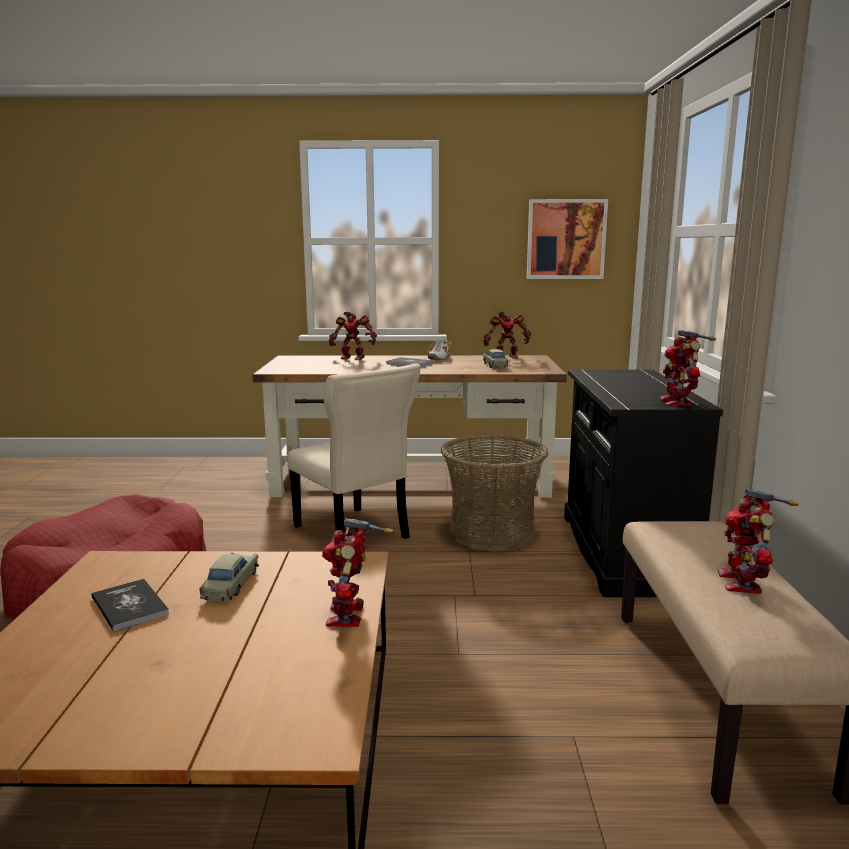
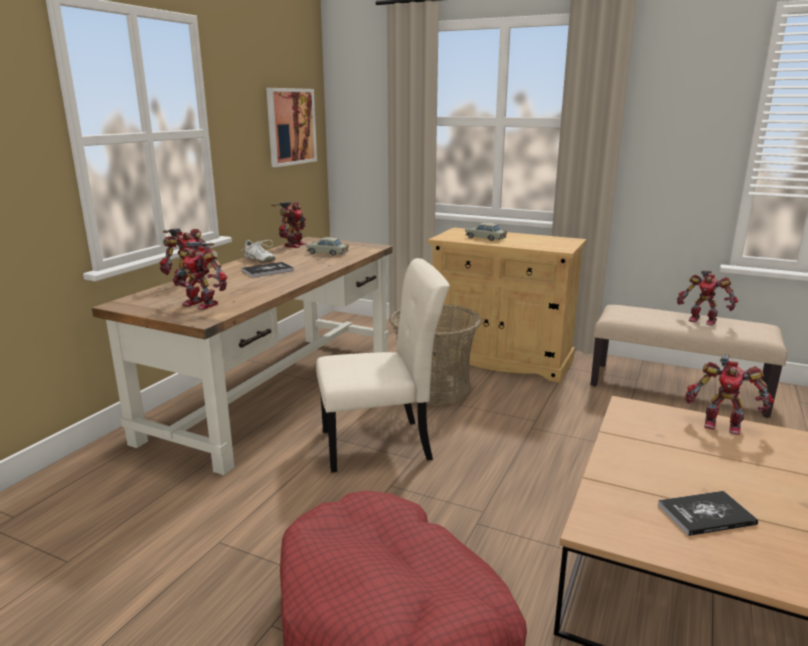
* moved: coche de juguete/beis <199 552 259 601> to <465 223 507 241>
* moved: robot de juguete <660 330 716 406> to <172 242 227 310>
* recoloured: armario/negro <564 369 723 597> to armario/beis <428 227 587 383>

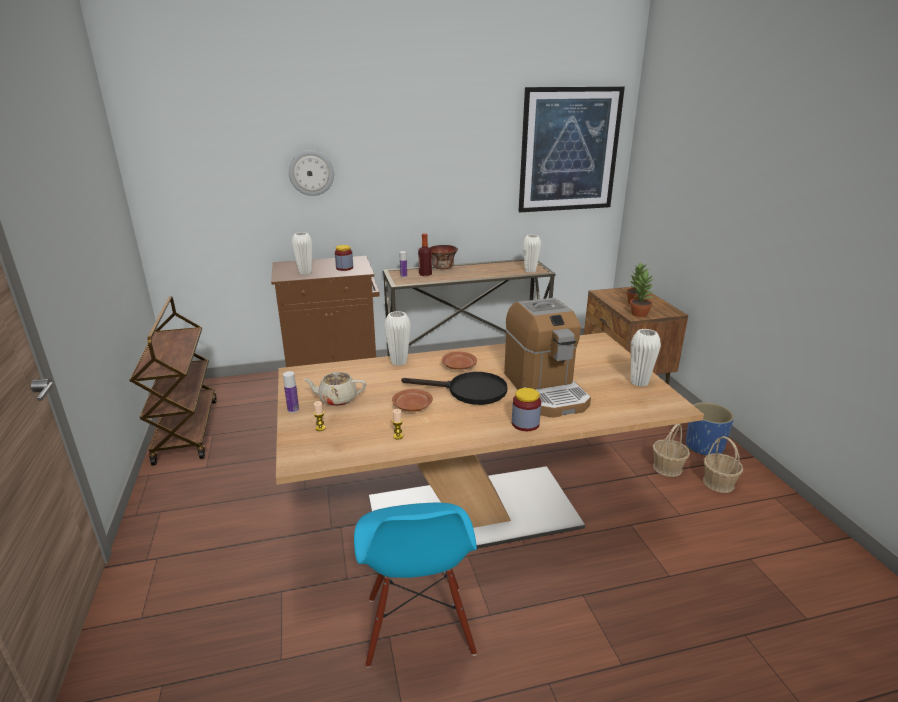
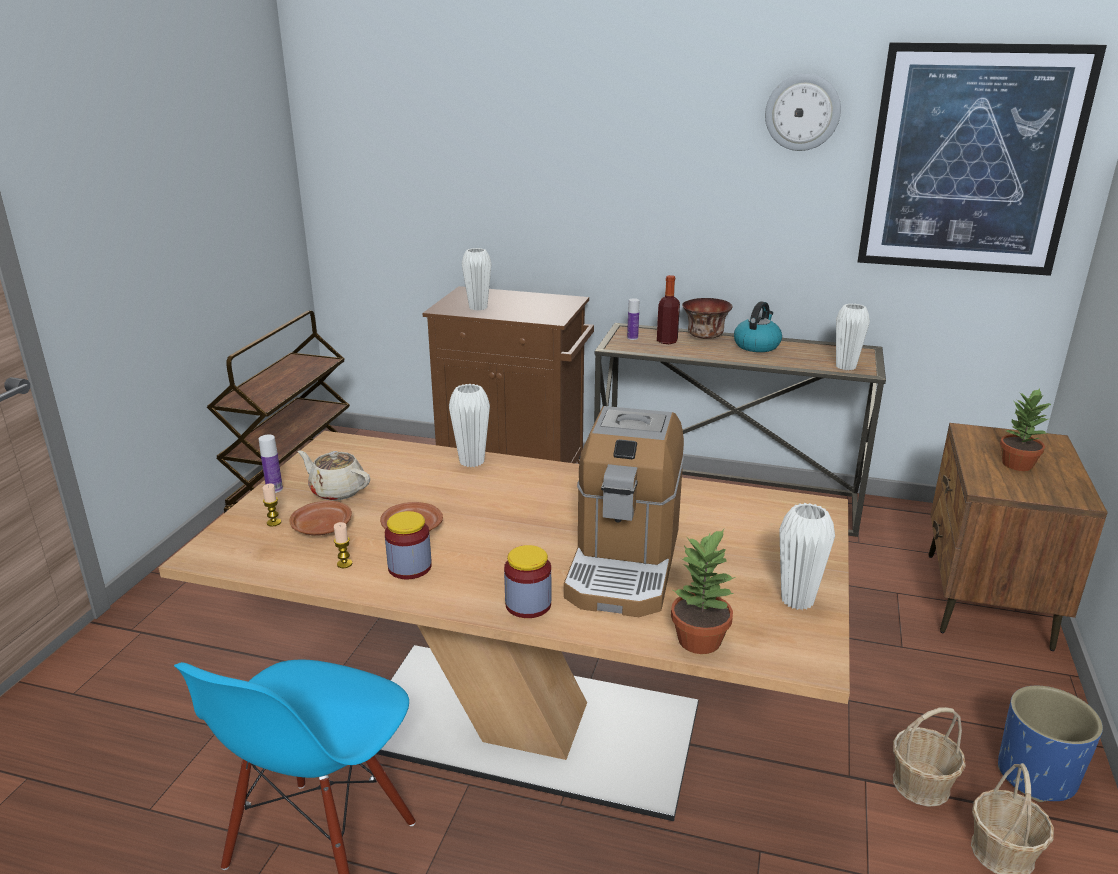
* removed: sartén/negro <402 372 507 405>
* added: hervidor <734 301 782 352>
* moved: reloj de pared <289 150 334 196> to <765 74 841 151>
* moved: tarro <335 245 353 271> to <385 511 432 579>
* moved: plato/marrón <442 352 477 370> to <289 501 352 535>
* moved: planta en maceta <630 271 655 317> to <671 529 736 654>

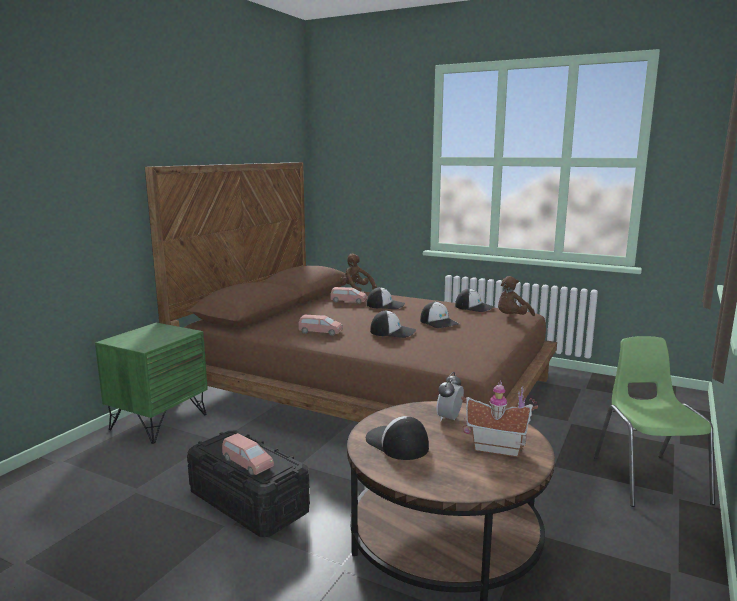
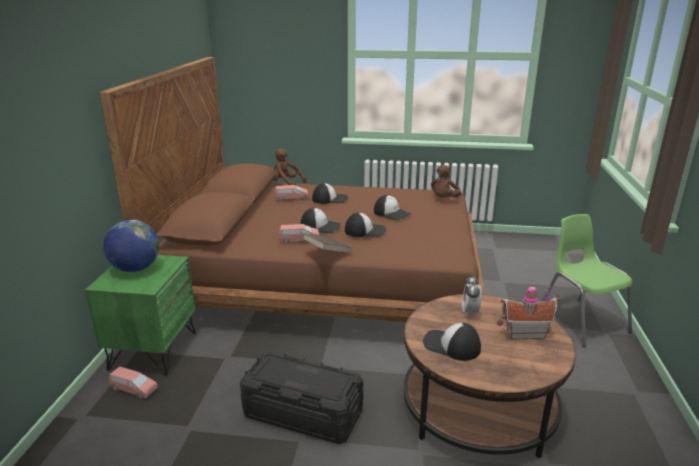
* added: globo terráqueo <103 220 159 272>
* added: libro/marrón <303 233 353 253>
* moved: coche de juguete/rosa <222 433 274 475> to <109 367 158 399>
* moved: gorra <455 289 494 312> to <301 208 341 233>

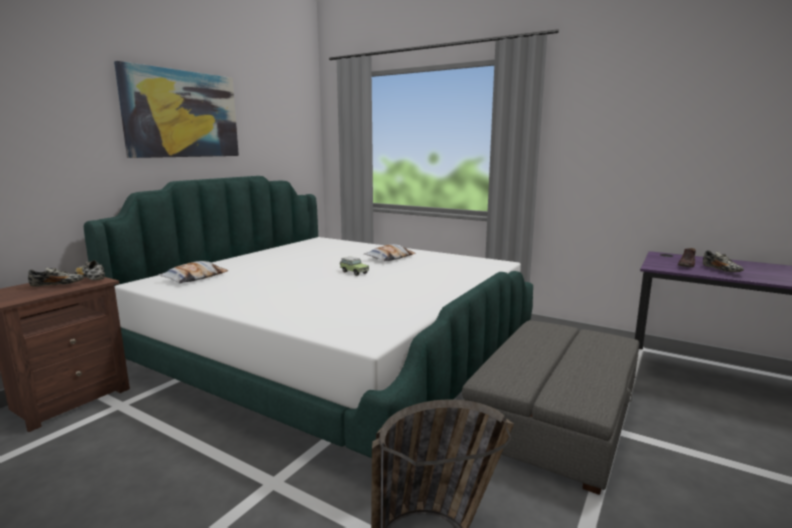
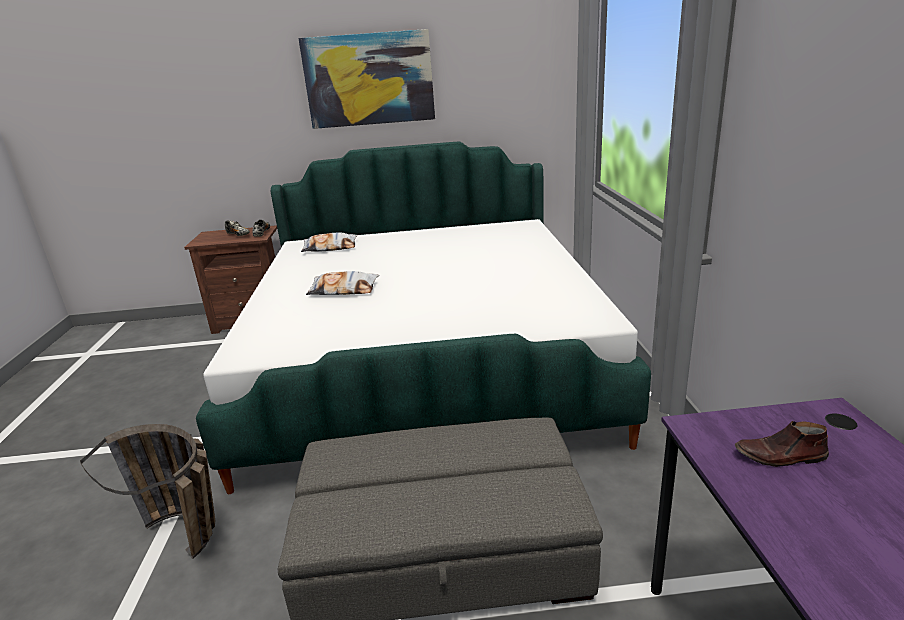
* removed: coche de juguete <340 256 369 276>
* removed: zapato <703 251 744 272>
* moved: cojín <364 244 415 261> to <306 271 379 295>

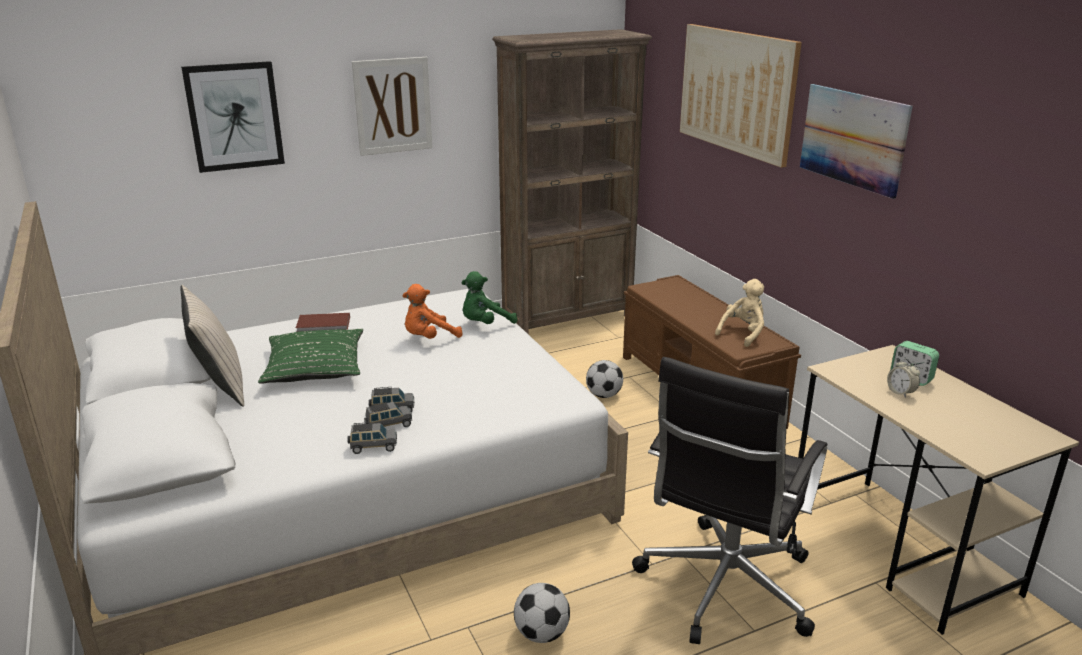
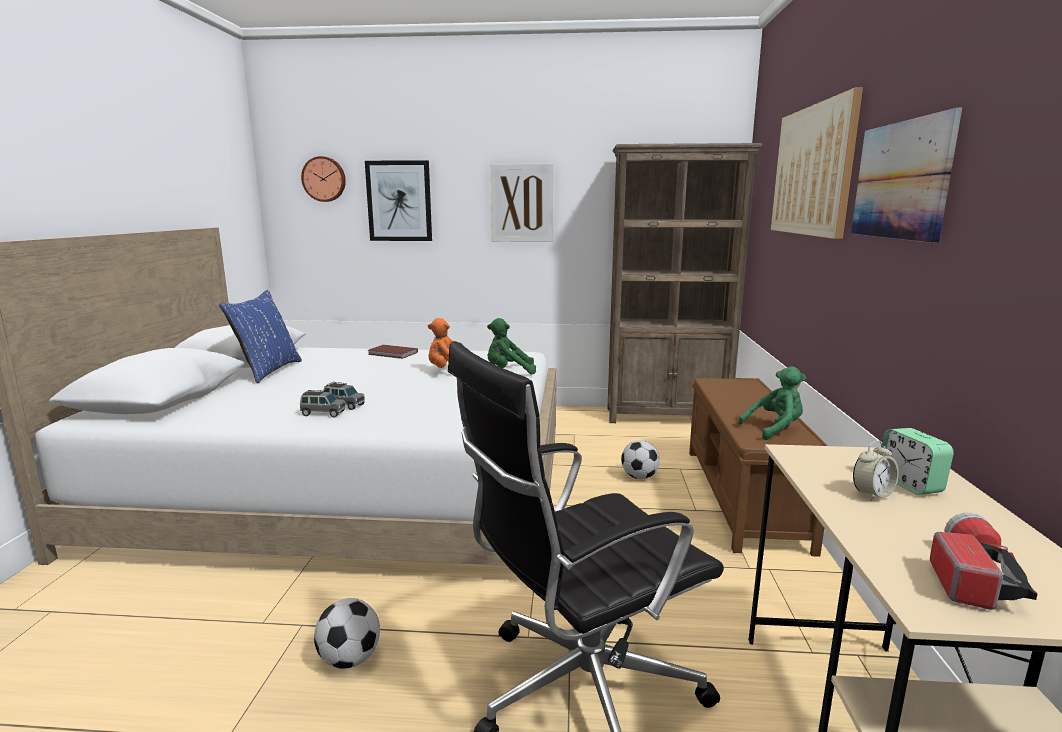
* removed: cojín/verde <258 329 363 384>
* removed: coche de juguete/gris <347 422 397 454>
* added: reloj de pared <301 156 346 202>
* added: linterna <930 512 1038 610>
* recoloured: cojín/beis <180 285 244 407> to cojín/azul <219 290 302 383>
* recoloured: peluche/beis <715 279 764 347> to peluche/verde <738 366 806 440>
* turned: despertador <887 358 920 398> = <853 441 899 501> 120 degrees counterclockwise

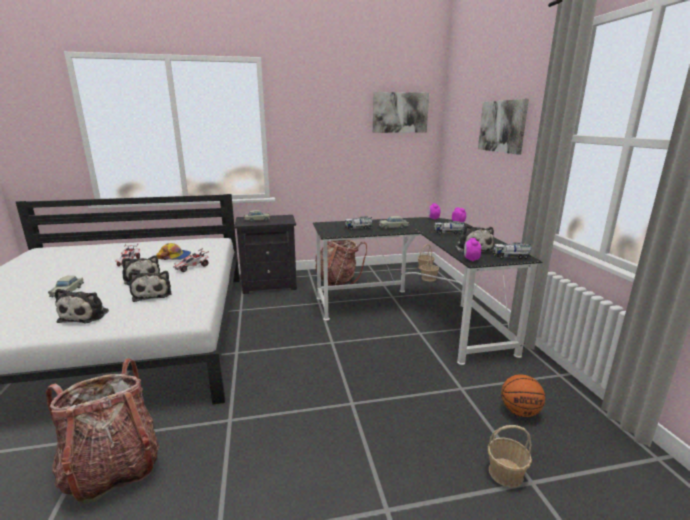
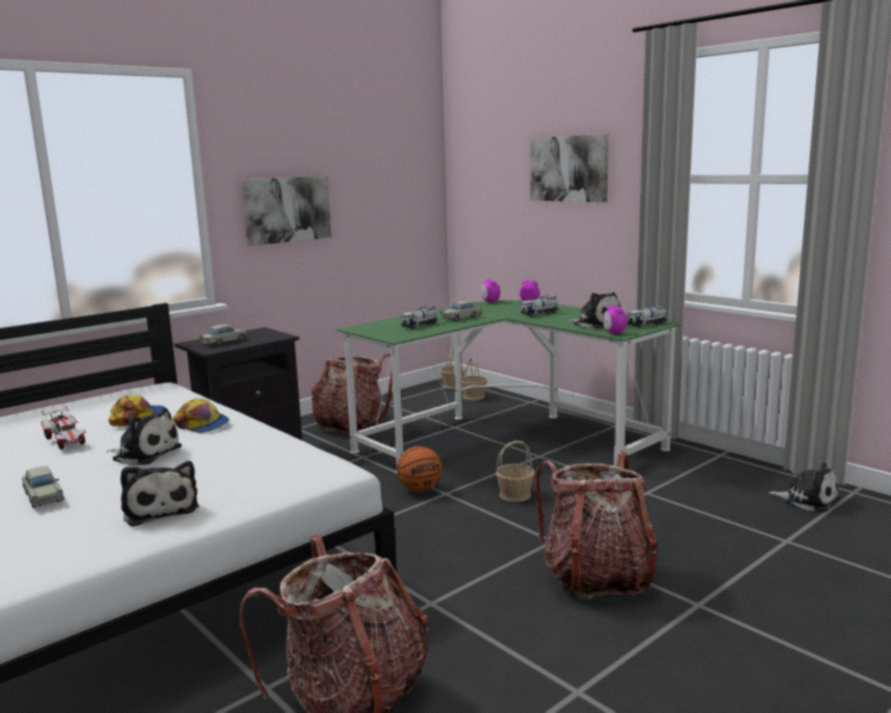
* added: mochila <535 451 659 600>
* moved: peluche <128 271 172 302> to <768 463 838 512>
* moved: cuadro <373 92 429 133> to <242 176 332 246>
* moved: cesta <488 425 532 488> to <495 441 535 502>
* moved: balón de baloncesto <501 374 545 417> to <397 446 442 492>
* replaced: coche de juguete <173 248 209 272> to gorra <173 399 230 433>
* recoloured: escritorio/negro <313 217 543 365> to escritorio/verde <336 300 681 473>

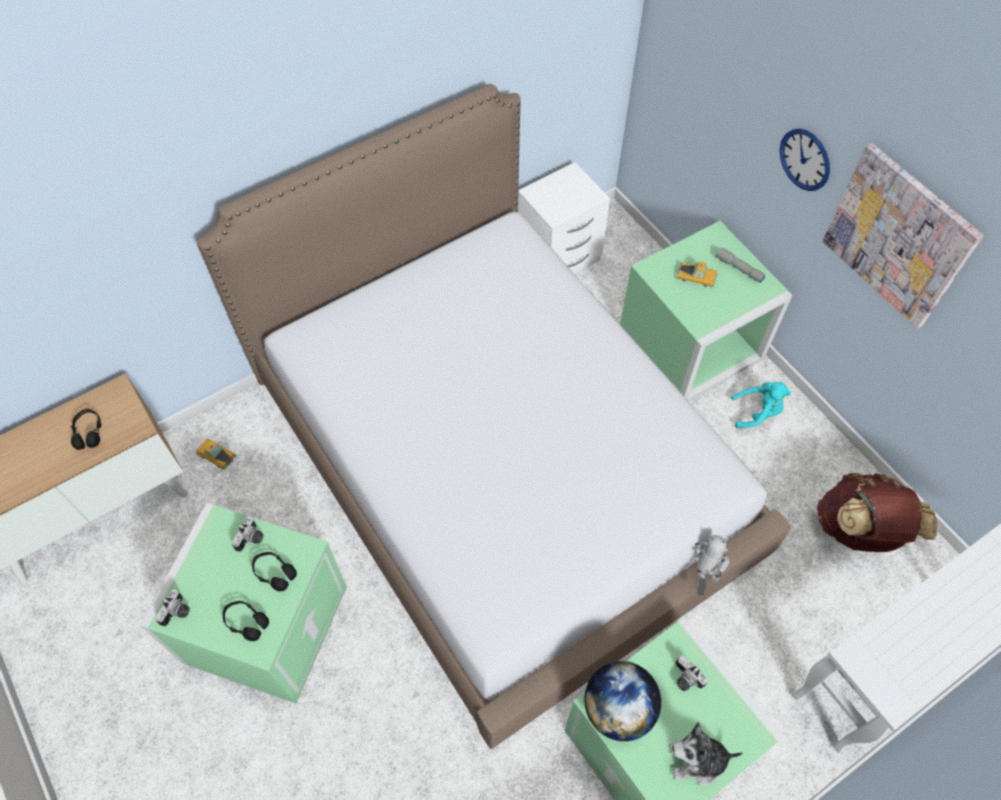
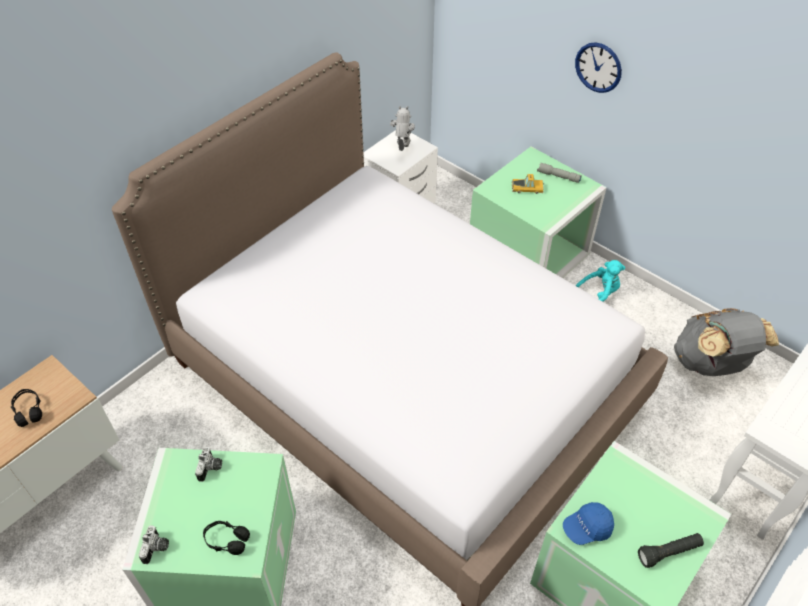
* removed: coche de juguete <196 439 236 470>
* removed: auriculares/negro <252 552 297 591>
* removed: cámara <676 655 708 691>
* removed: cuadro <823 143 984 328>
* moved: robot de juguete <694 535 729 596> to <390 106 415 151>
* replaced: globo terráqueo <584 661 661 741> to gorra/azul <563 502 614 545>
* replaced: peluche <669 722 743 786> to linterna/negro <638 533 704 568>
* recoloured: mochila/marrón <817 473 938 552> to mochila/gris <674 308 779 376>

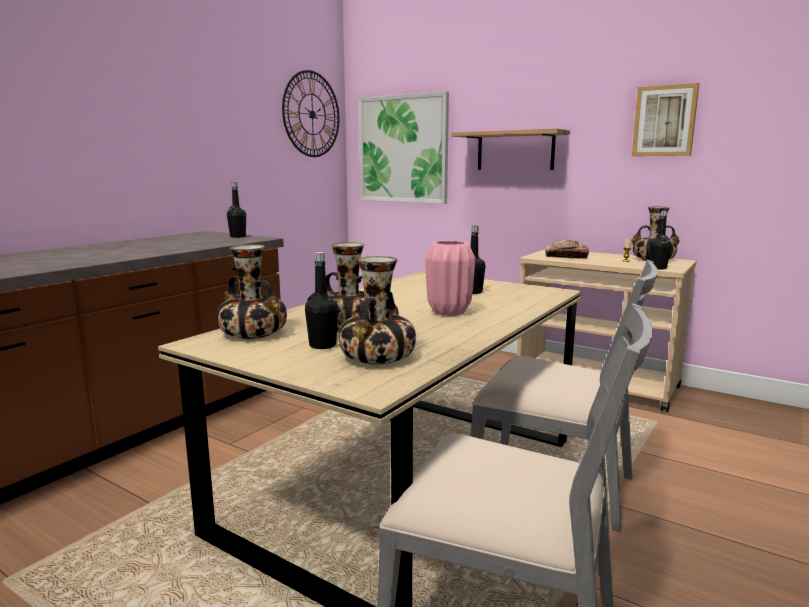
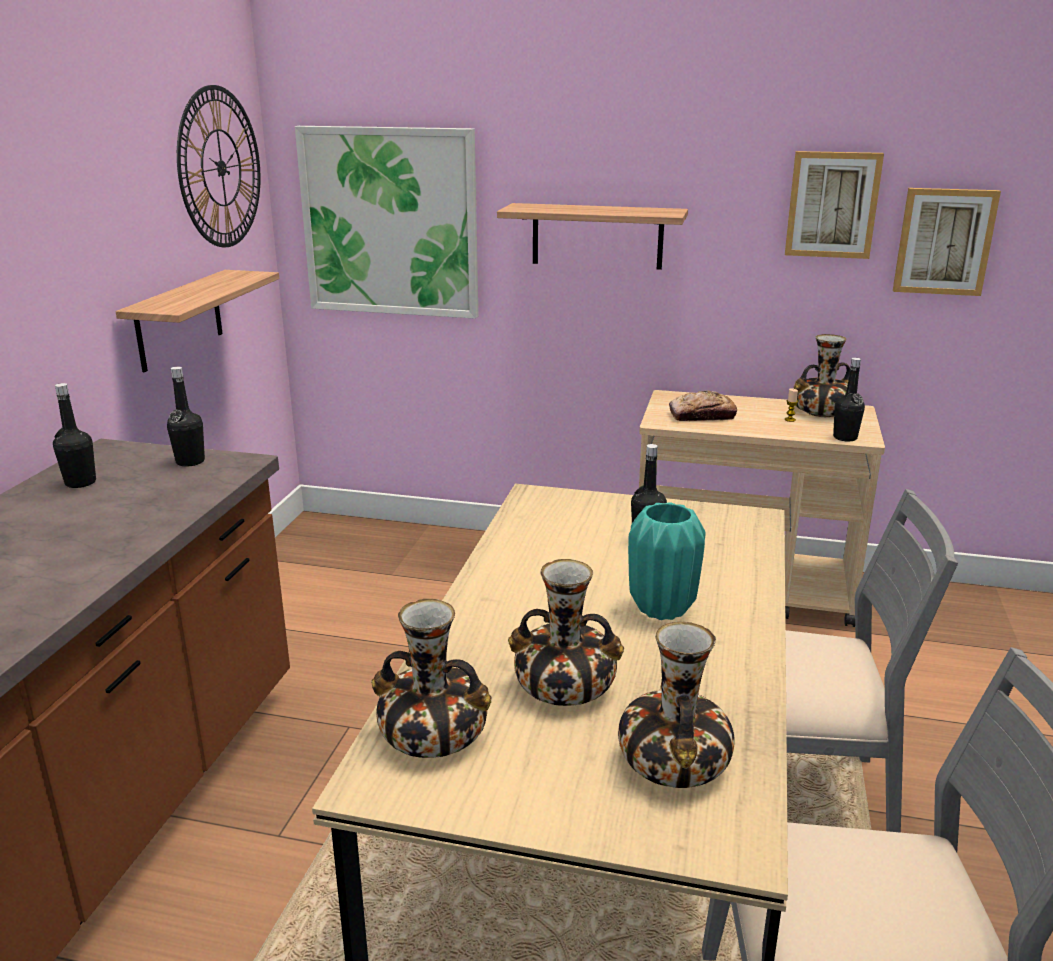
* added: estante <116 270 279 372>
* added: cuadro <893 188 1001 296>
* moved: botella/negro <305 252 338 349> to <53 383 96 488>
* recoloured: florero/rosa <425 240 475 316> to florero/turquesa <628 502 706 620>

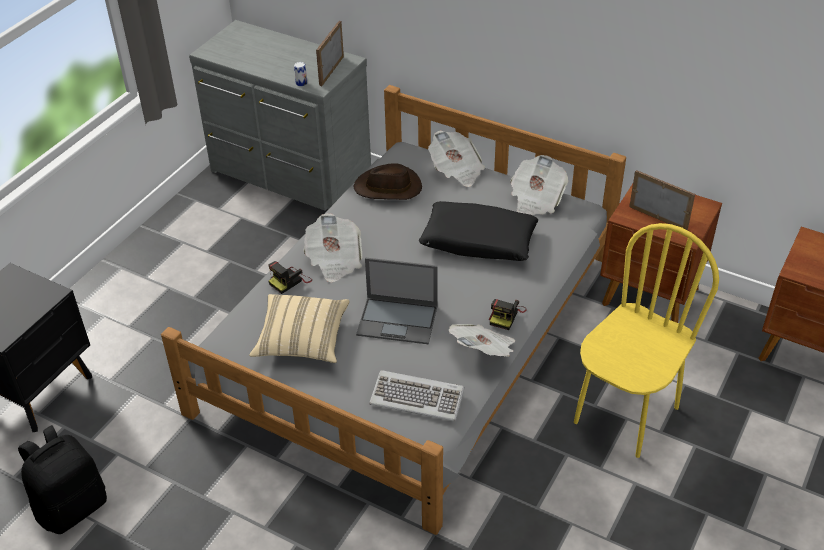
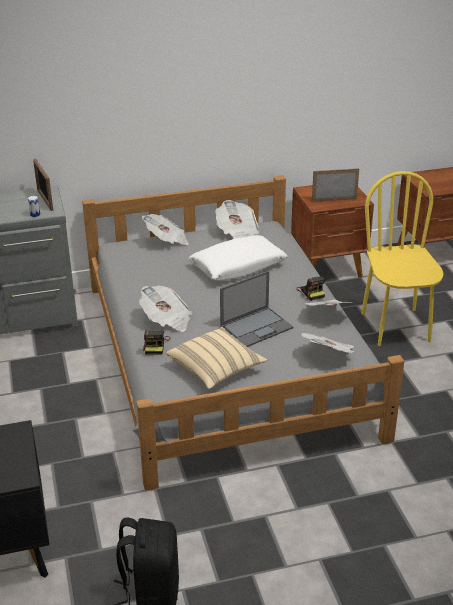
* removed: sombrero/marrón <353 163 422 200>
* replaced: teclado <369 370 465 421> to periódico <301 333 354 354>
* recoloured: cojín/negro <419 201 538 261> to cojín/blanco <189 235 288 281>

